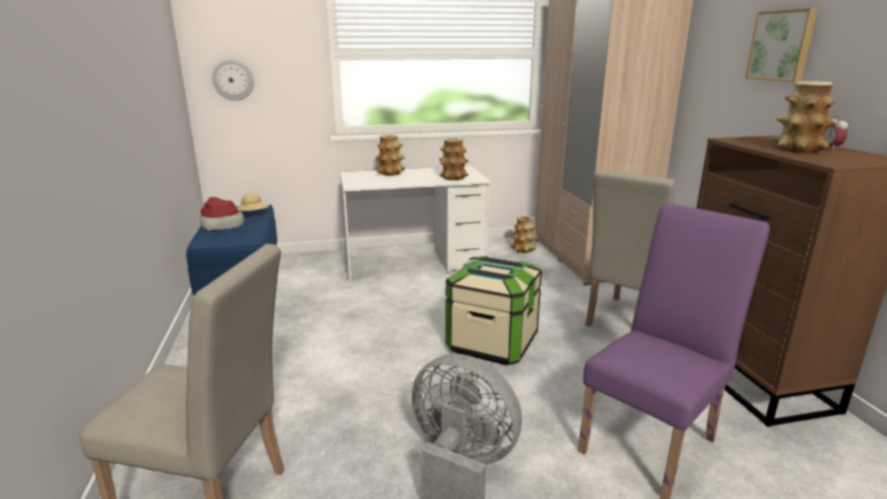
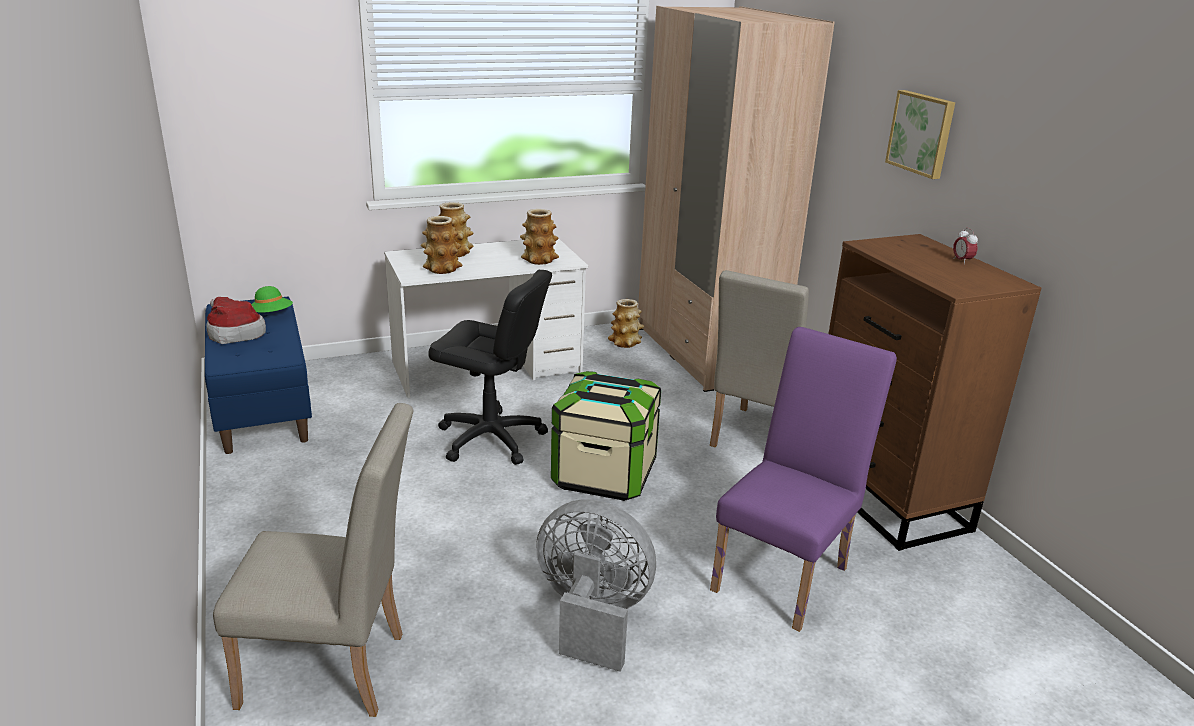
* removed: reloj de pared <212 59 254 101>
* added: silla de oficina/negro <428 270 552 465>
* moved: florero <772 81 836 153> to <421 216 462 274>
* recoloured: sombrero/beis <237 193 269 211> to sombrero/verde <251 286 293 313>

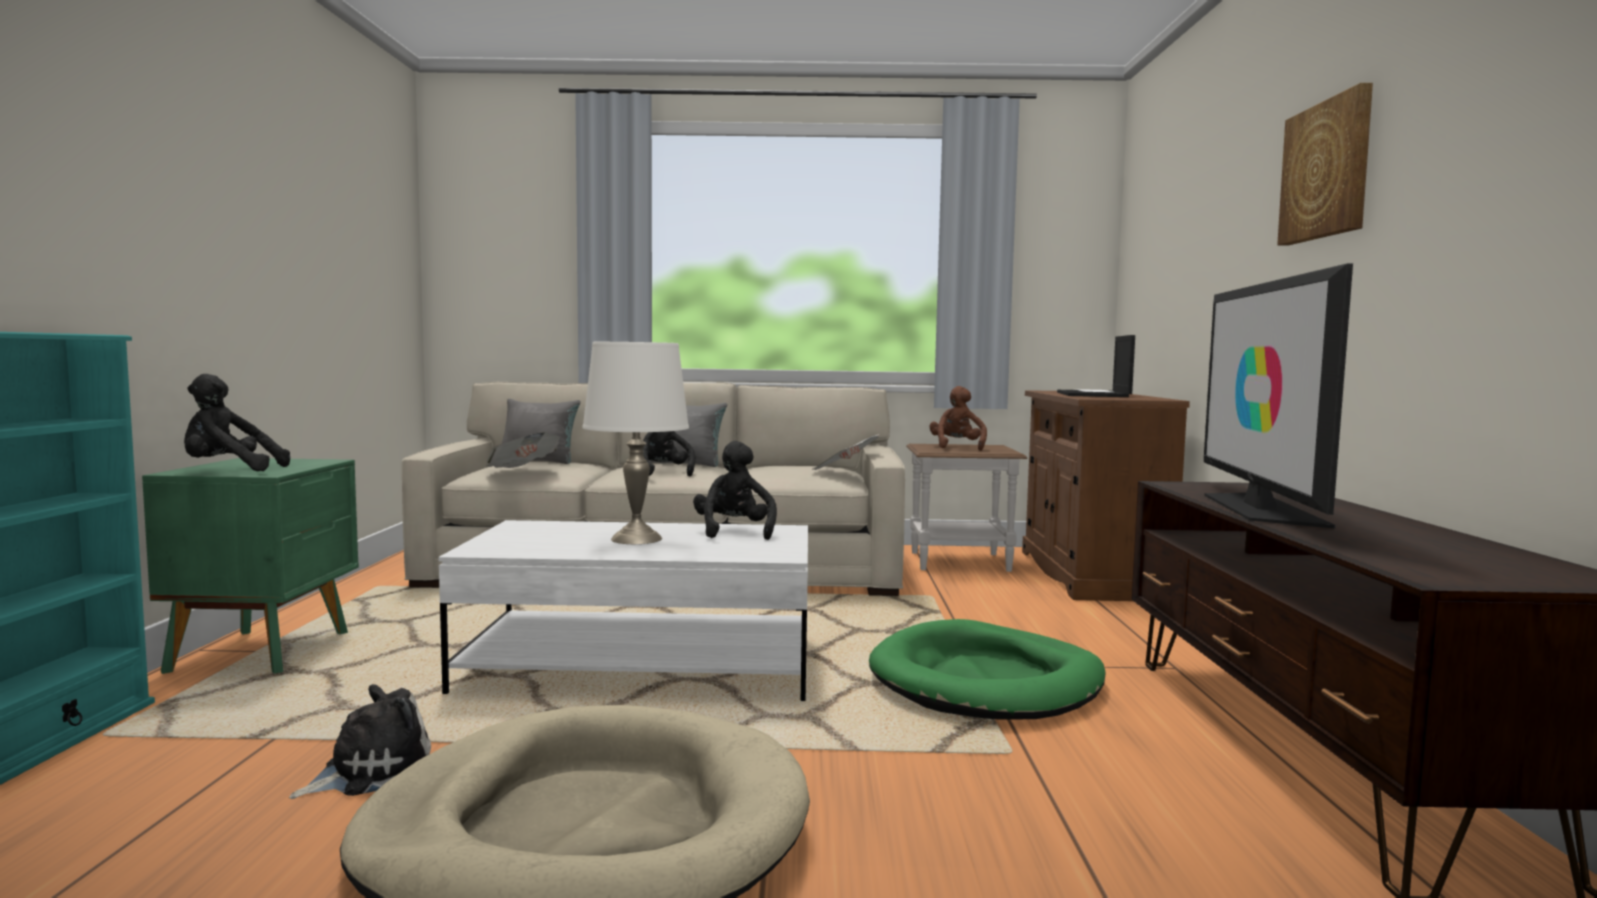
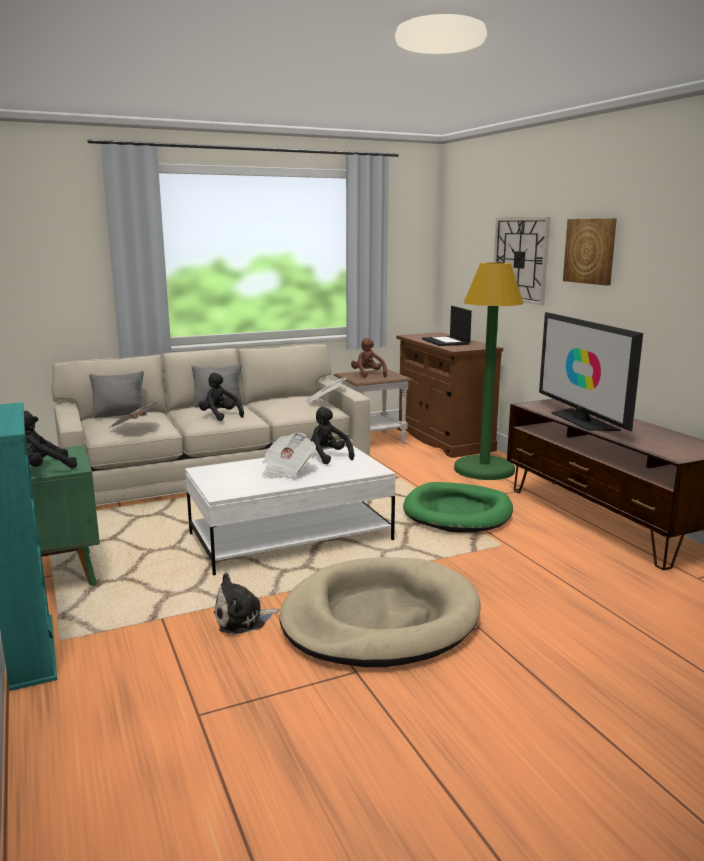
* added: lámpara de pie/verde <454 263 524 480>
* added: reloj de pared <494 217 551 305>
* replaced: lámpara de mesa/blanco <582 342 689 544> to periódico <262 433 316 479>
* turned: peluche <289 684 431 799> = <214 573 280 635> 135 degrees counterclockwise

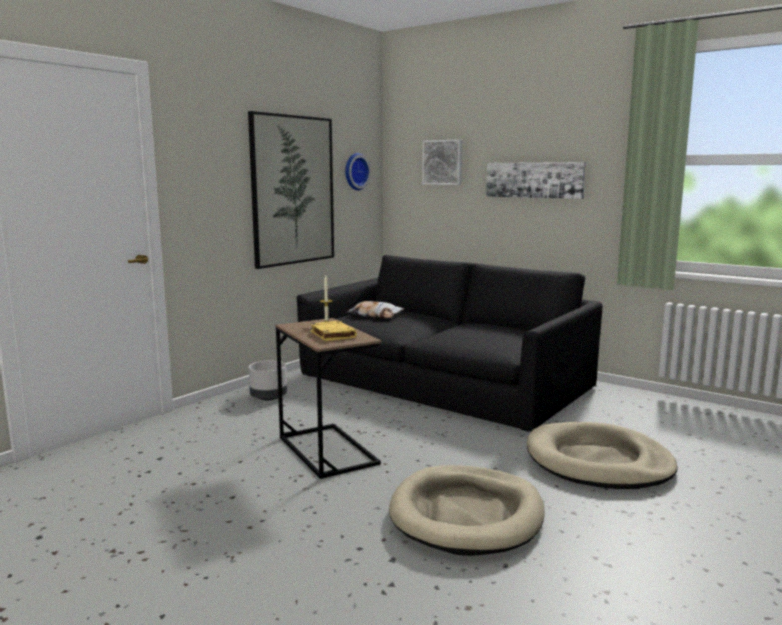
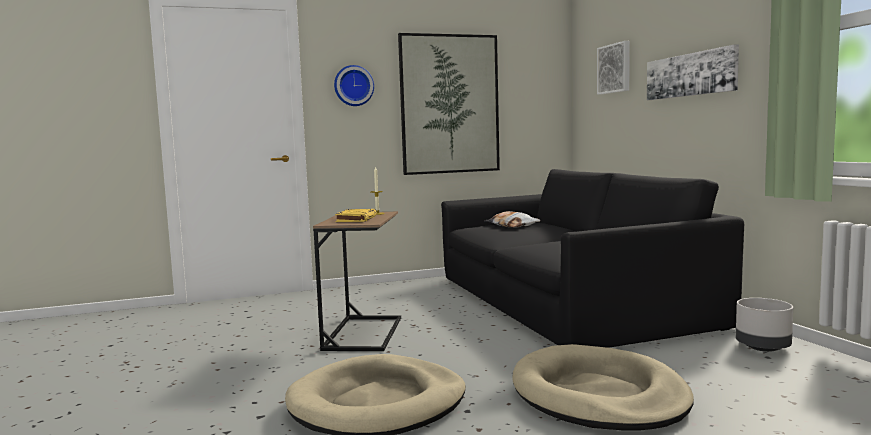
* moved: maceta/gris <249 361 287 401> to <736 298 793 352>
* moved: reloj de pared <345 153 371 190> to <334 65 374 106>

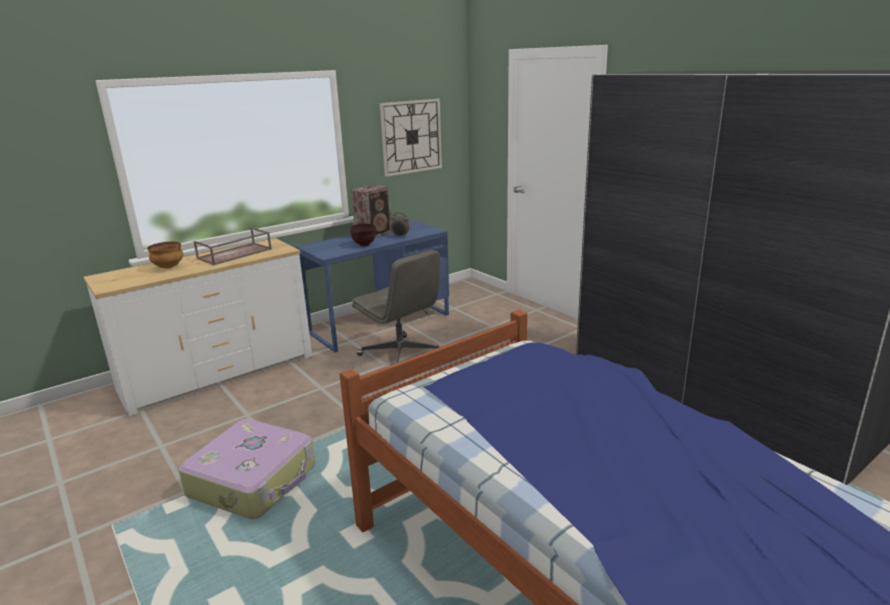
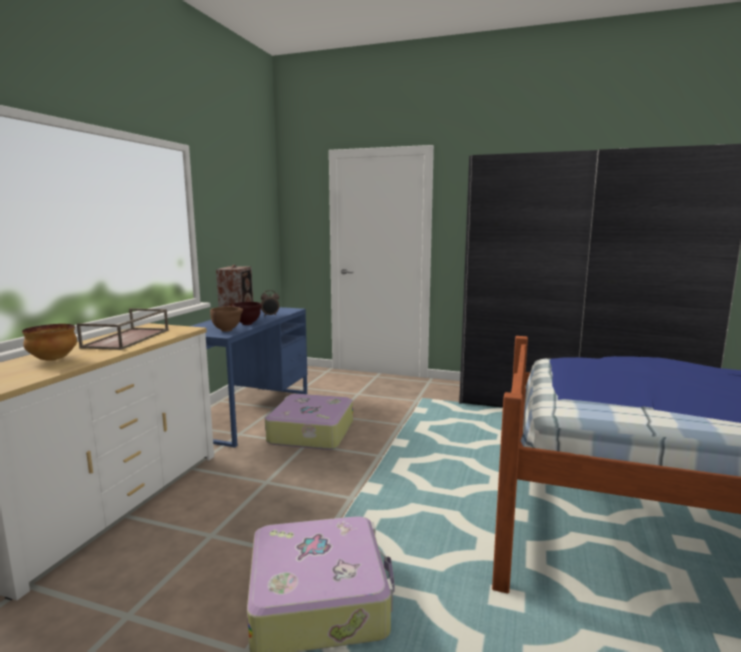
* removed: reloj de pared <380 99 442 177>
* added: cuenco/marrón <210 307 243 332>
* replaced: silla de oficina/gris <352 250 440 363> to maleta <265 394 353 450>

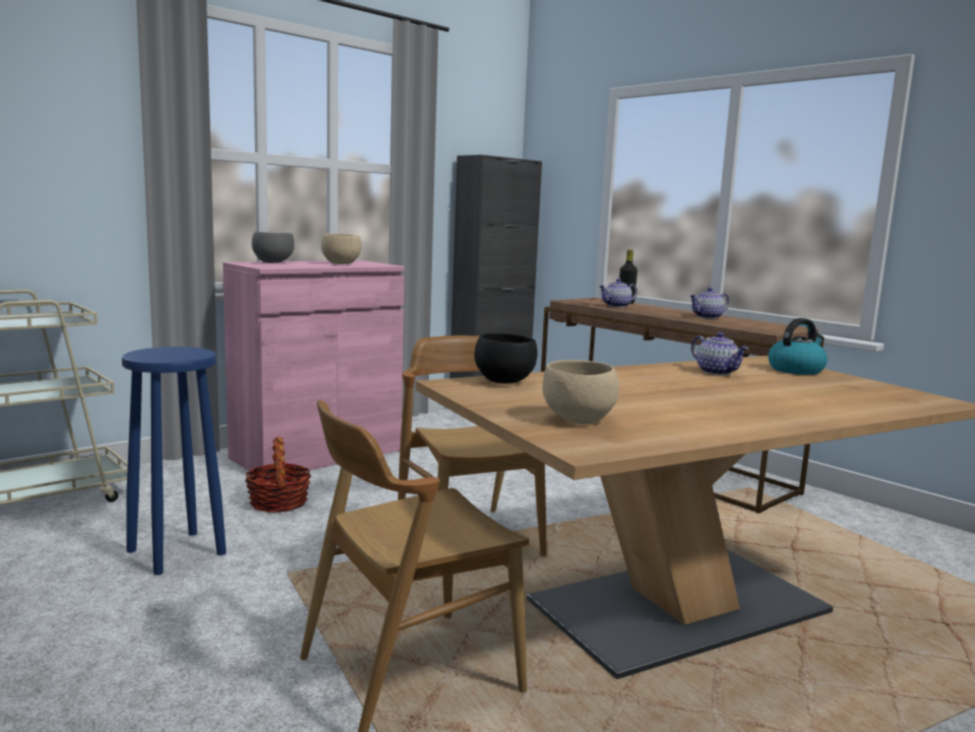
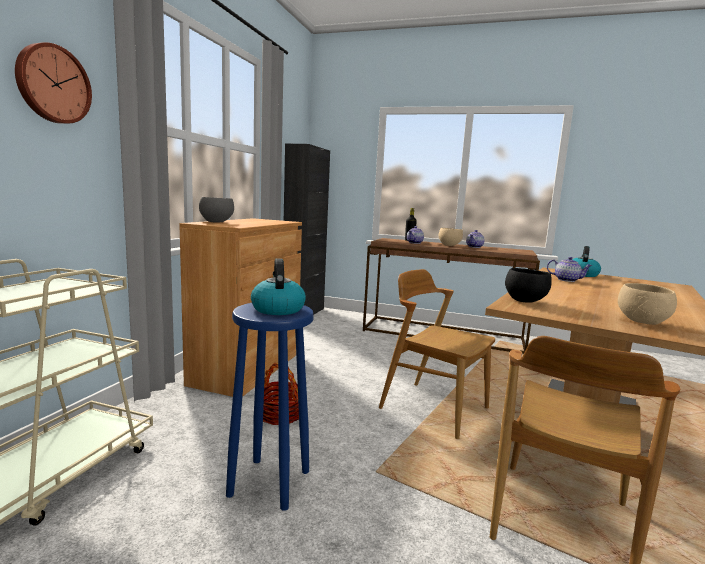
* added: reloj de pared <15 42 92 124>
* added: hervidor <251 258 306 315>
* moved: cuenco/beis <321 233 362 264> to <439 228 463 246>
* recoloured: armario/rosa <223 261 405 477> to armario/marrón <179 218 302 397>

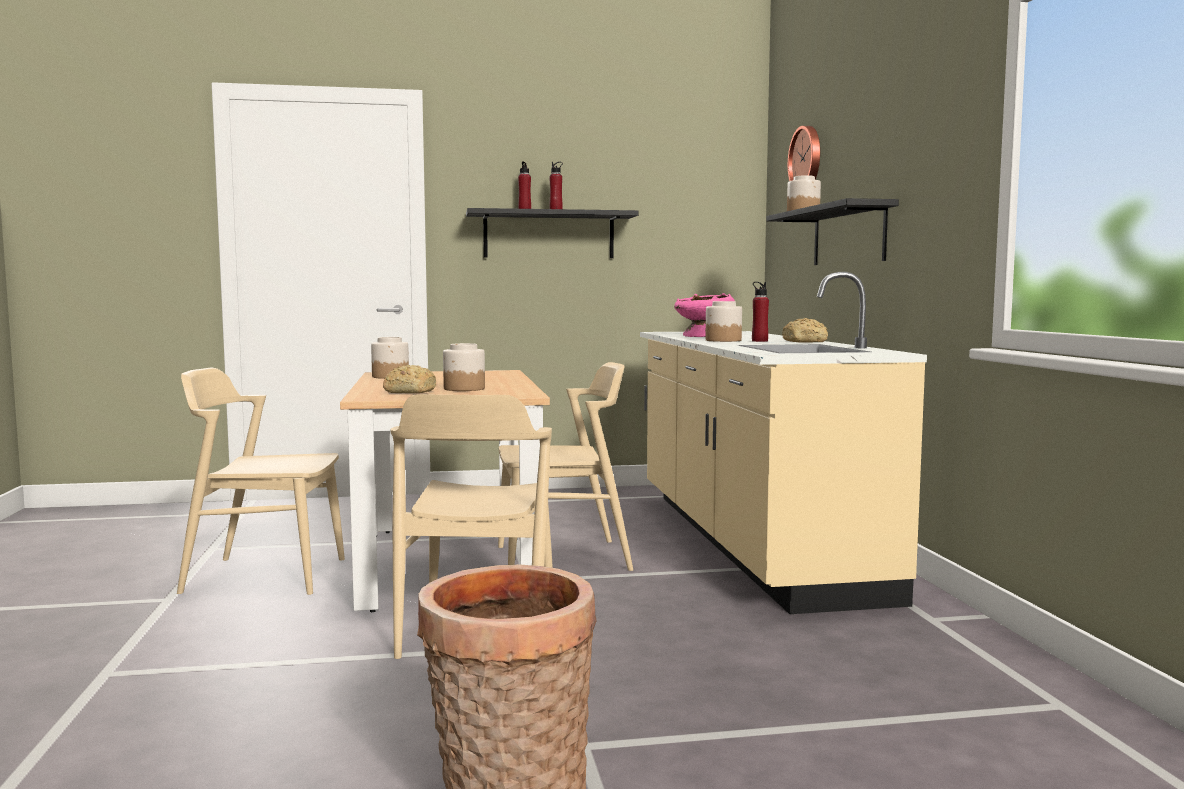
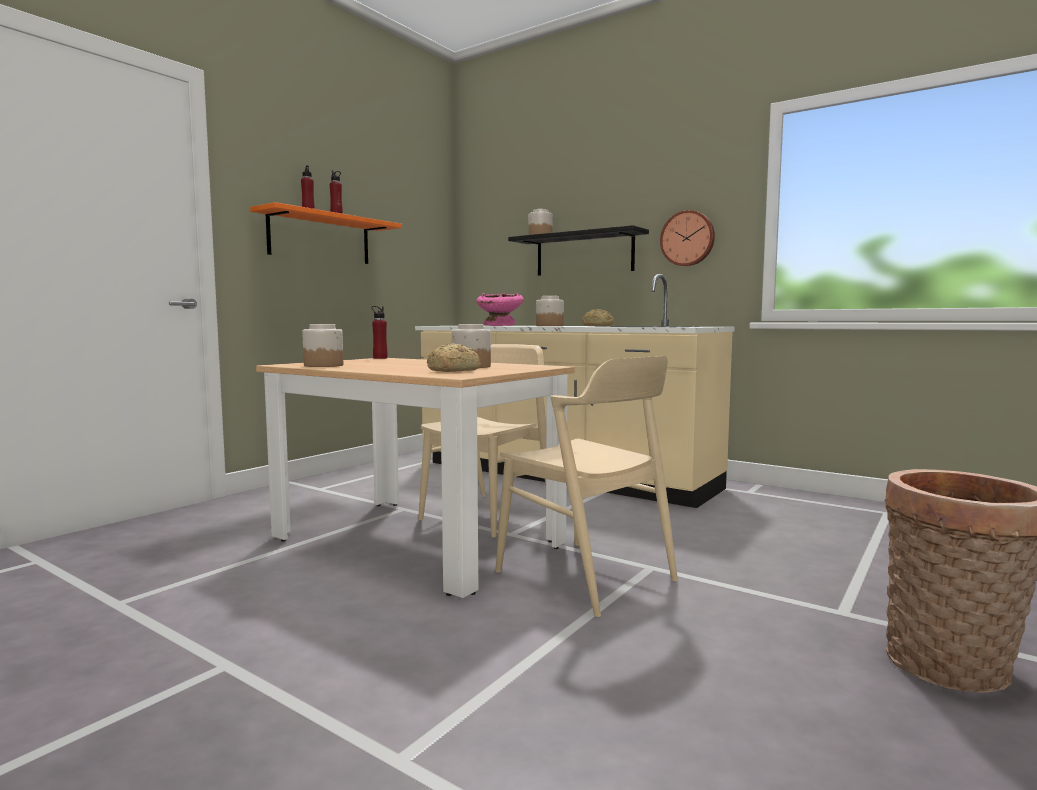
* removed: silla/beis <177 368 345 595>
* moved: botella/rojo <752 282 769 342> to <372 306 388 359>
* moved: reloj de pared <788 126 820 181> to <660 210 715 266>
* recoloured: estante/negro <466 208 638 258> to estante/naranja <250 202 402 264>

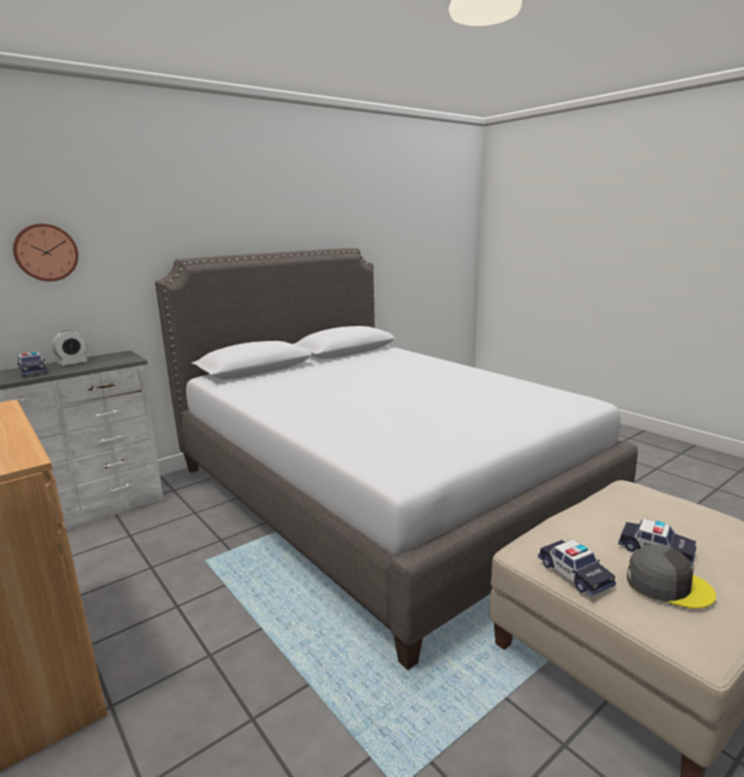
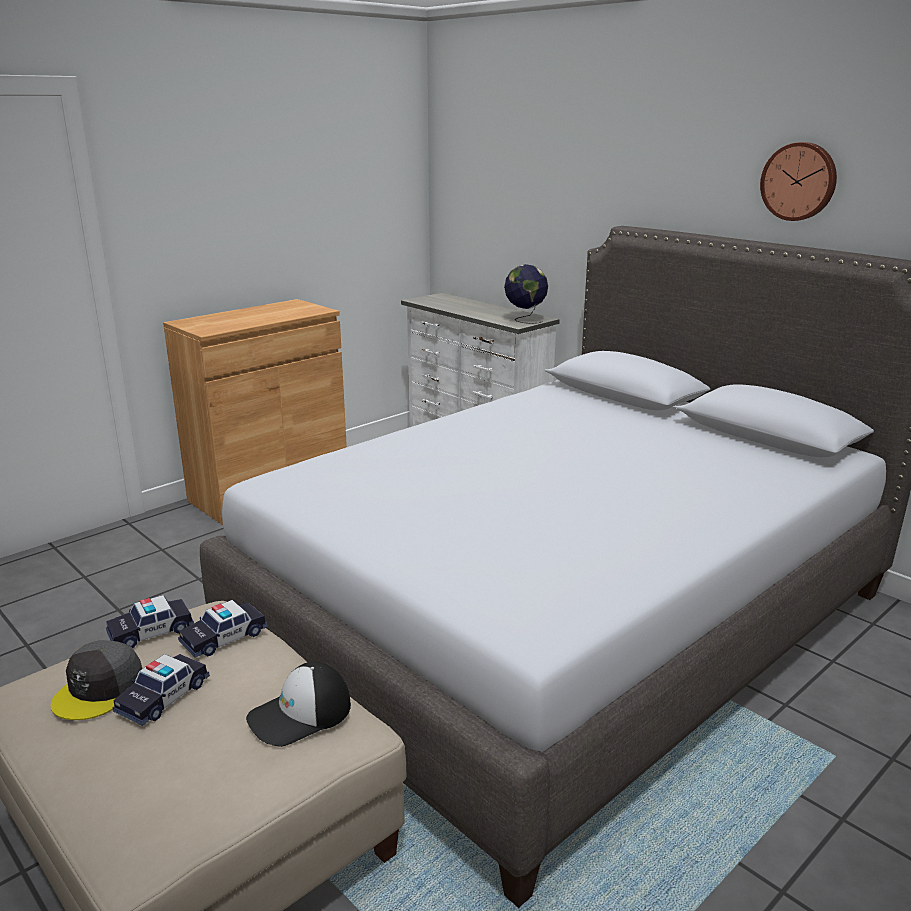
* removed: despertador <52 330 88 366>
* added: gorra <246 661 351 747>
* added: globo terráqueo <504 264 548 324>
* moved: reloj de pared <13 224 78 281> to <760 142 837 221>
* moved: coche de juguete <18 352 47 376> to <178 600 268 658>

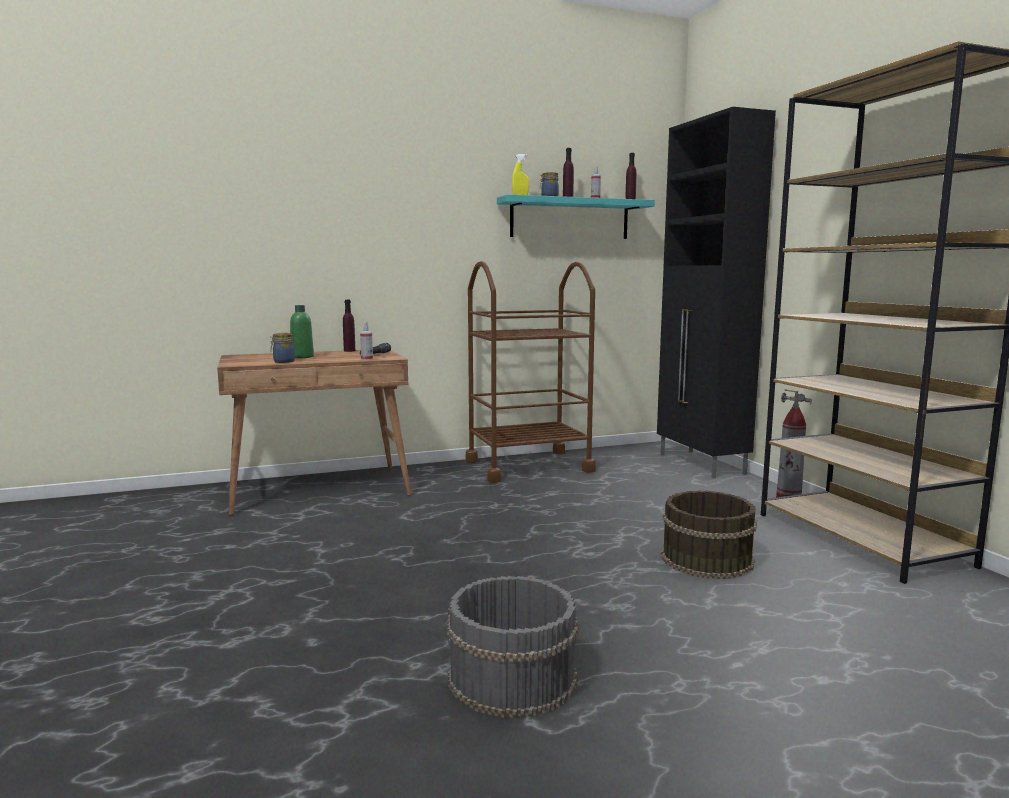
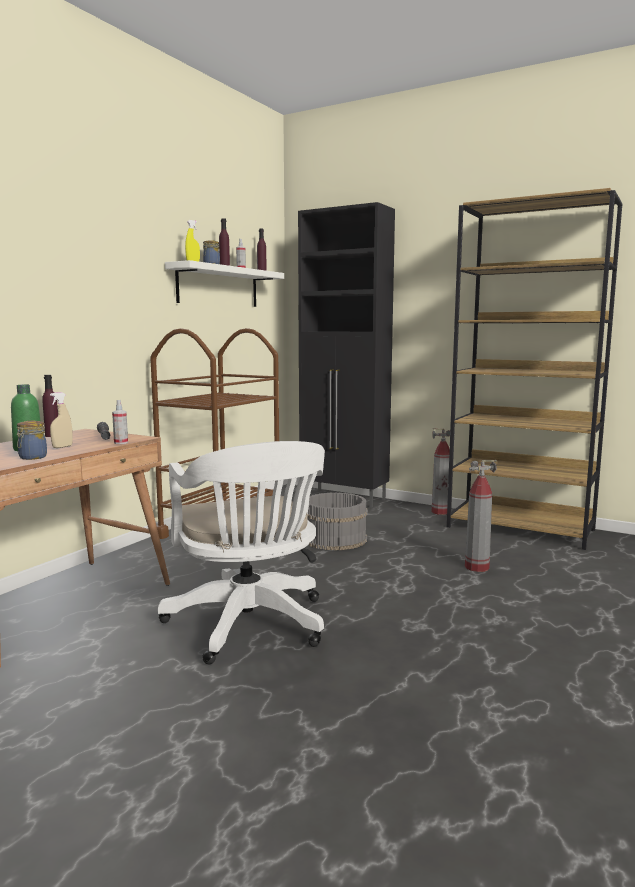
* added: pulverizador/beis <50 392 73 448>
* added: silla de oficina/blanco <158 441 325 664>
* moved: cubo/gris <447 576 579 718> to <307 492 368 550>
* replaced: cubo/marrón <661 490 757 579> to extintor <465 460 497 572>
* recoloured: estante/turquesa <497 194 655 239> to estante/blanco <165 260 284 307>

